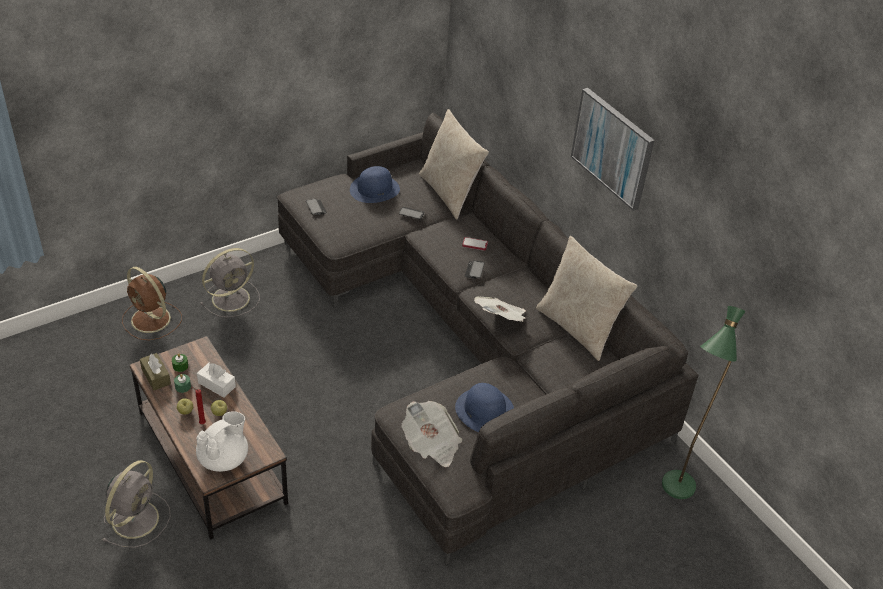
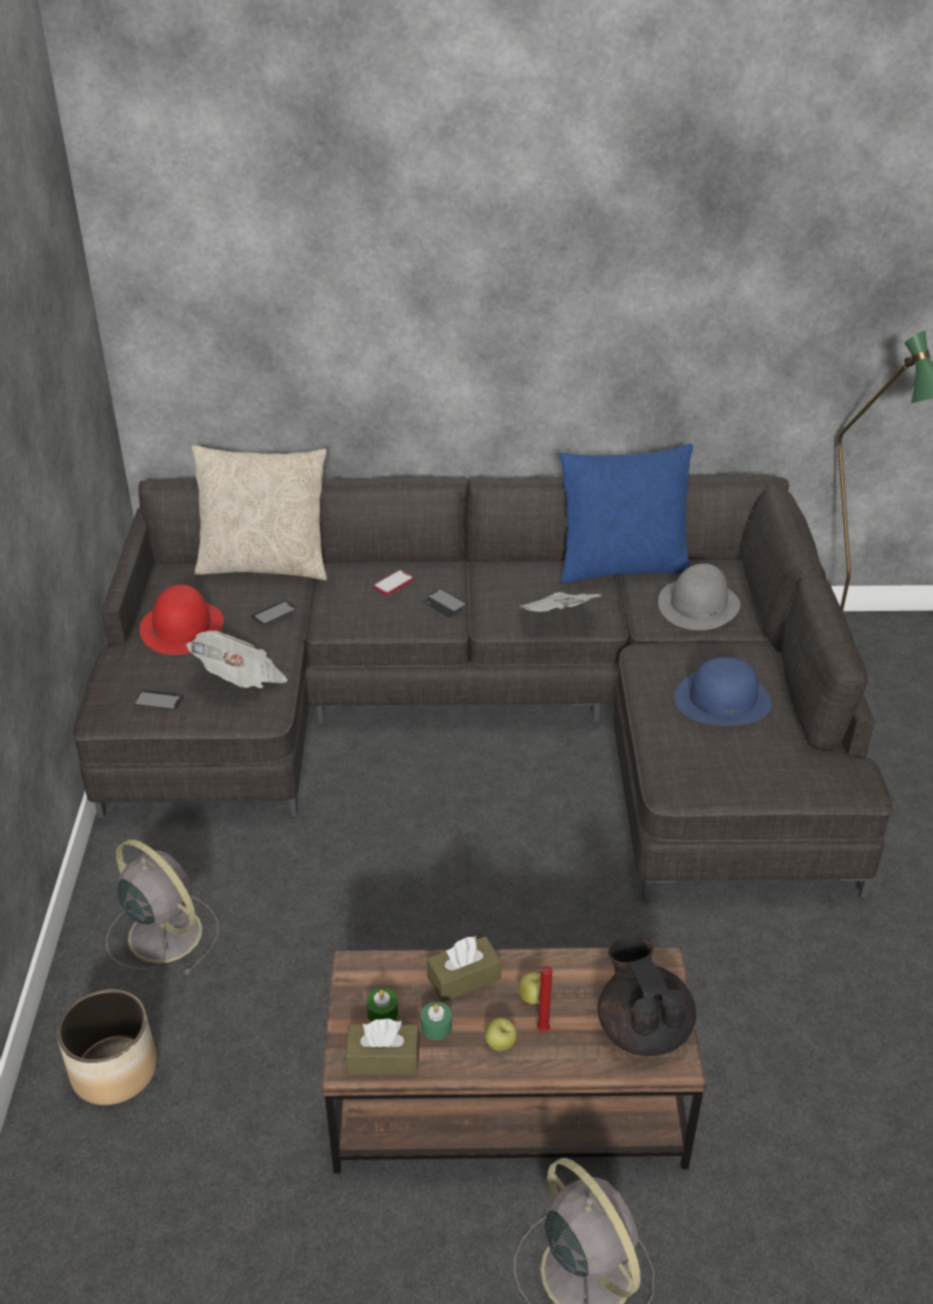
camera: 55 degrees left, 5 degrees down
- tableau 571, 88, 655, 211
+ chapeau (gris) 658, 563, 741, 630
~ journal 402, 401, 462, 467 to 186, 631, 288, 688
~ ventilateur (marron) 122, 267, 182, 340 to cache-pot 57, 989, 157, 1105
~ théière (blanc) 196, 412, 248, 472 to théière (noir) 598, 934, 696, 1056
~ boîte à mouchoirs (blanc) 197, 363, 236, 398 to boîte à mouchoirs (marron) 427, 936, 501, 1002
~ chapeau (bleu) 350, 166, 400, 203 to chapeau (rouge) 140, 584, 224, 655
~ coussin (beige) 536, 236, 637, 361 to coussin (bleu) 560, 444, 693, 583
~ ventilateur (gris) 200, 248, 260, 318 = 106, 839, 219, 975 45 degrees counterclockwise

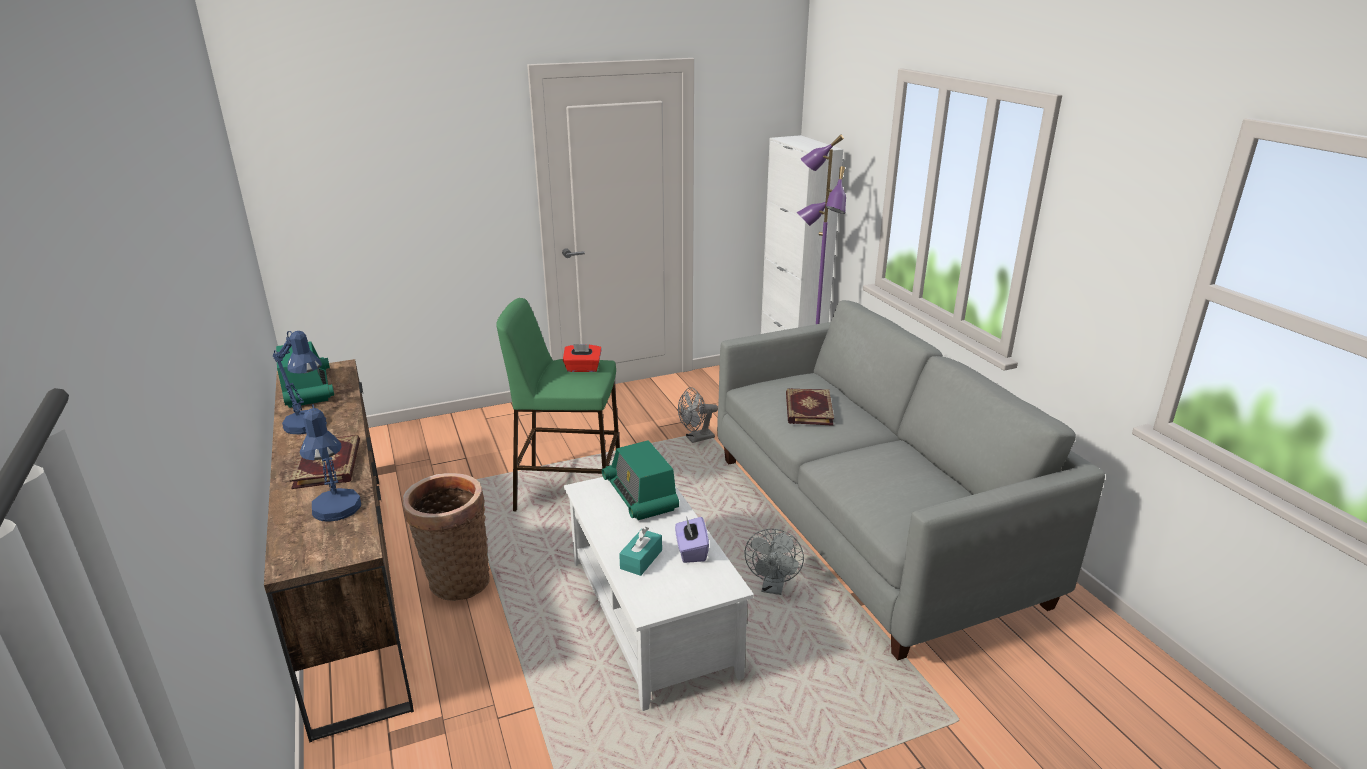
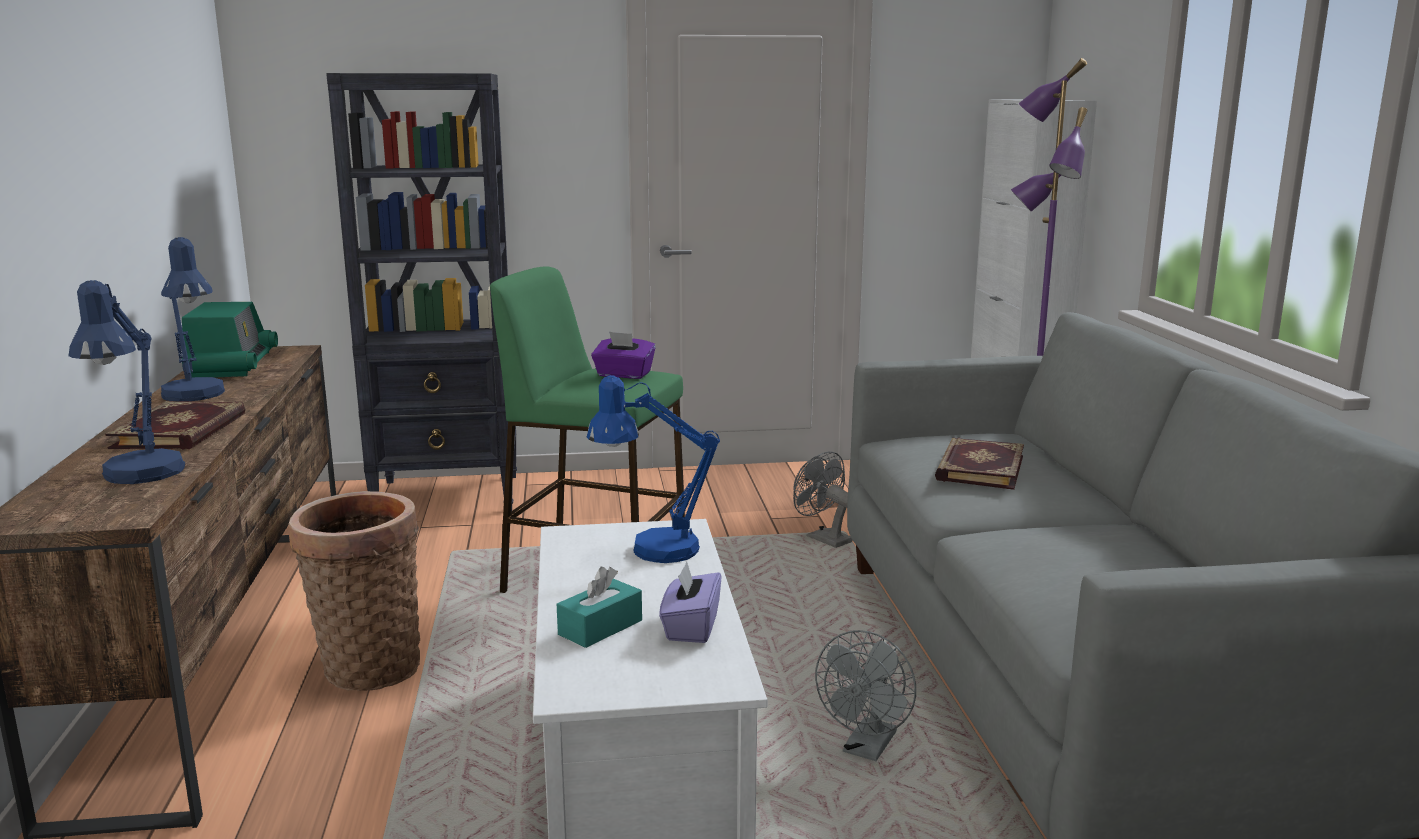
camera: 15 degrees right, 10 degrees down
+ bibliothèque (noir) 326, 73, 517, 511
~ radio 602, 440, 679, 520 to lampe de table (bleu) 587, 375, 720, 563
~ boîte à mouchoirs (rouge) 563, 344, 602, 372 to boîte à mouchoirs (violet) 591, 332, 656, 379
~ ventilateur (gris) 678, 387, 718, 443 = 793, 451, 852, 548 60 degrees clockwise

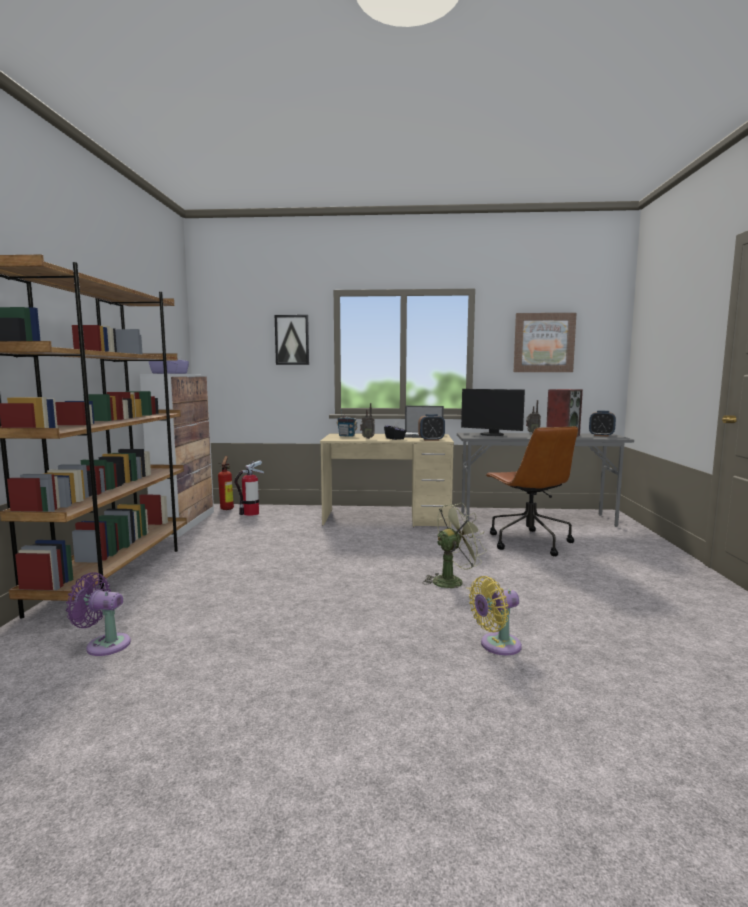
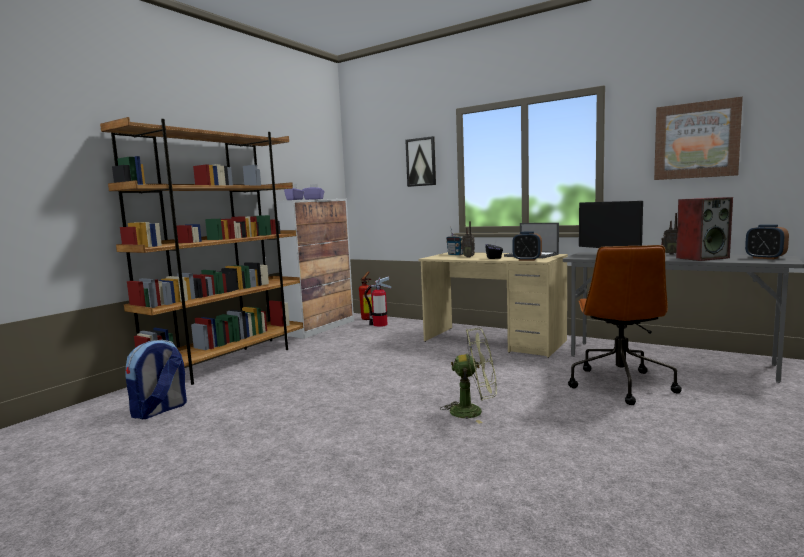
camera: 30 degrees right, 0 degrees up
- ventilateur (jaune) 469, 576, 522, 655
~ ventilateur (violet) 66, 572, 131, 656 to sac à dos 126, 340, 187, 420

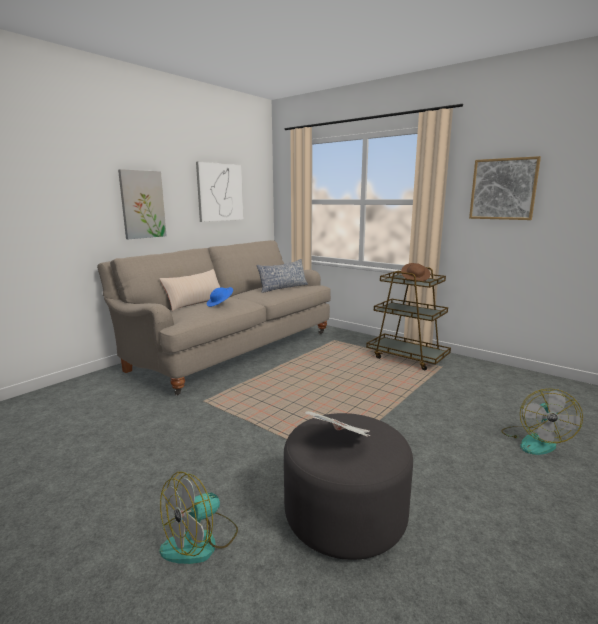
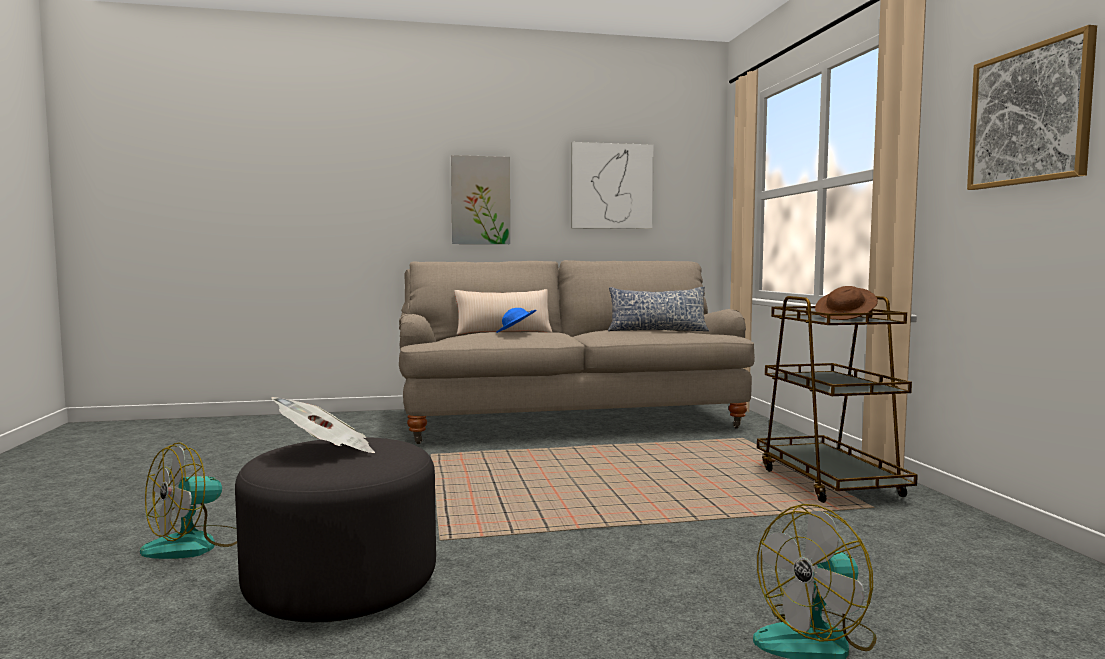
camera: 40 degrees right, 10 degrees down
~ ventilateur 160, 472, 238, 564 = 140, 442, 237, 559 45 degrees counterclockwise

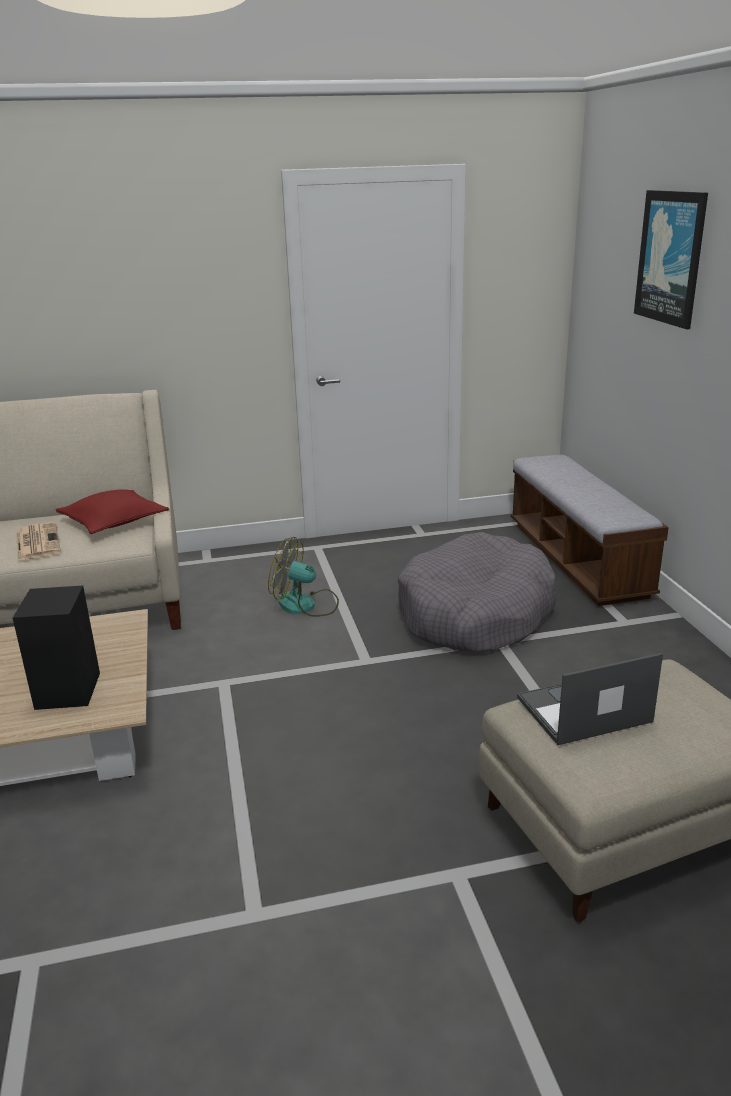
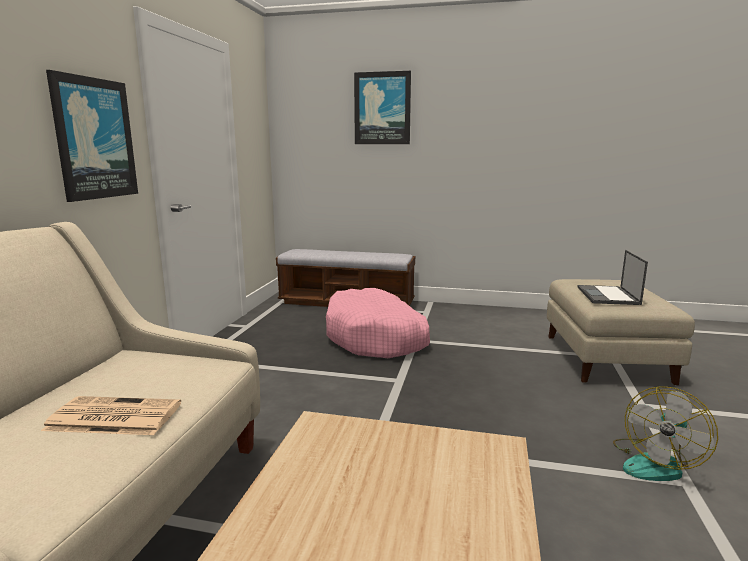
camera: 65 degrees left, 10 degrees down
- enceinte (noir) 13, 586, 100, 710
- coussin (rouge) 55, 490, 169, 534
+ tableau 46, 70, 138, 202
~ ventilateur 268, 537, 339, 617 to 613, 386, 718, 481
~ panier pour chien (gris) 398, 532, 557, 653 to panier pour chien (rose) 326, 288, 430, 358

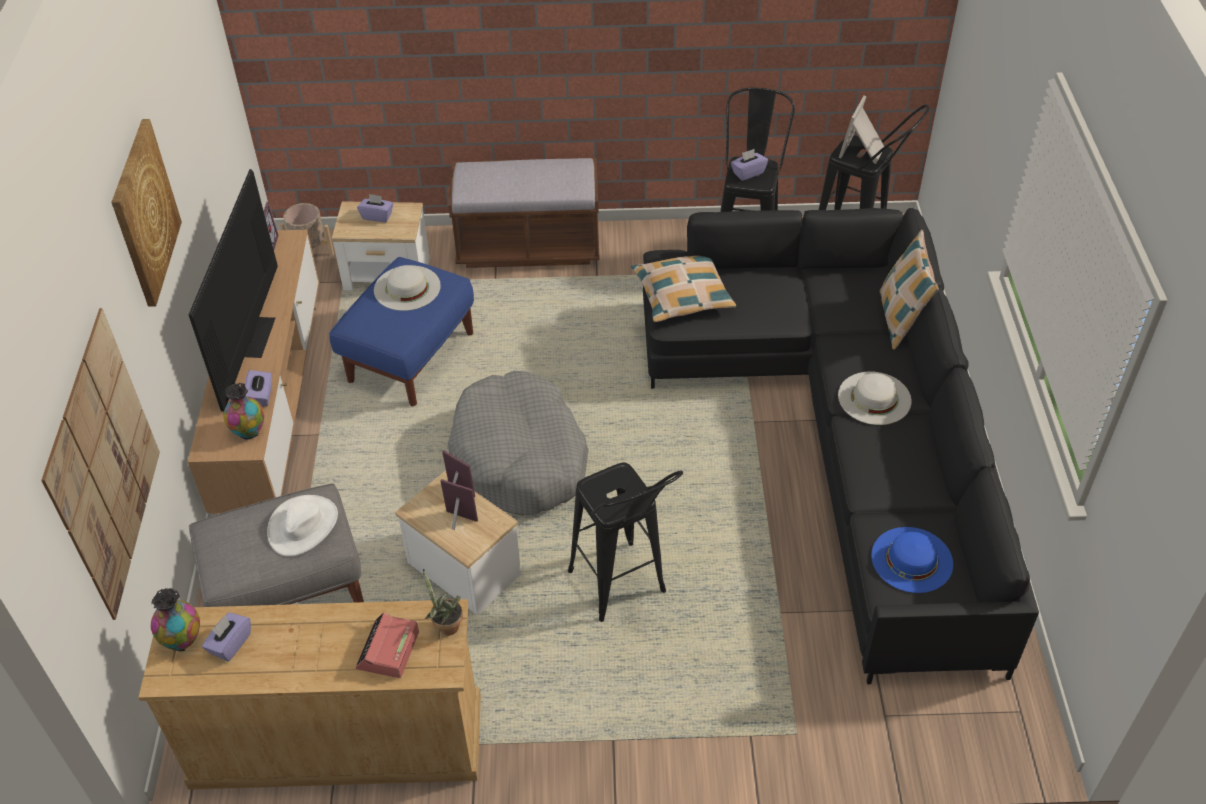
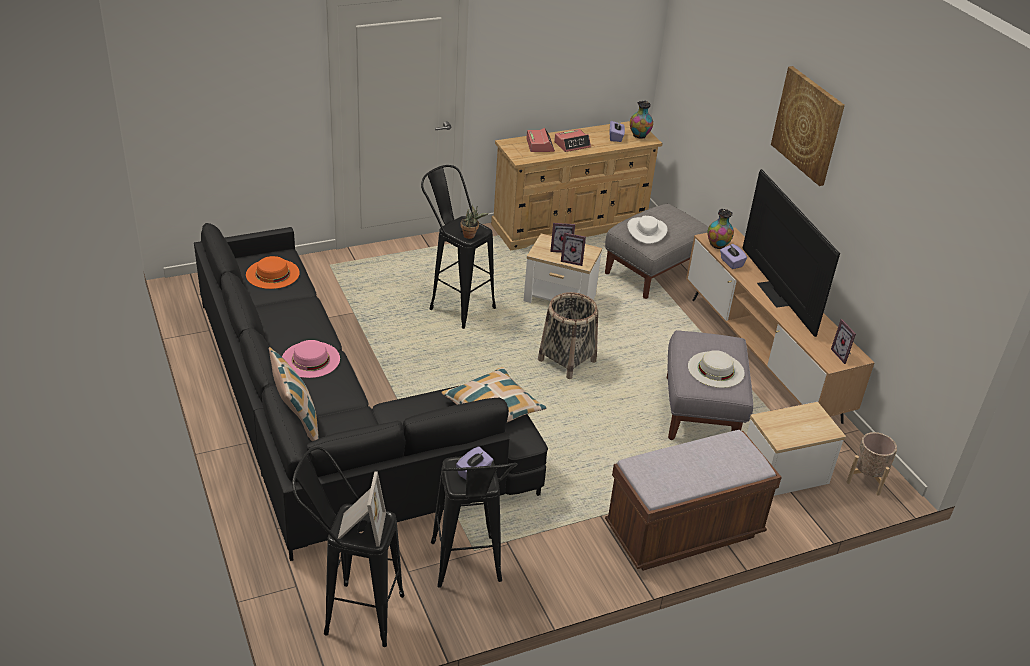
camera: 155 degrees right, 10 degrees down
- tableau 41, 308, 160, 620
- boîte à mouchoirs (violet) 357, 194, 393, 222
+ réveil 554, 129, 591, 152
~ plante en pot 423, 569, 463, 635 to 460, 205, 489, 239
~ panier pour chien (gris) 448, 371, 589, 516 to panier 538, 292, 598, 379
~ pouf (bleu) 329, 257, 474, 407 to pouf (gris) 667, 330, 753, 440
~ chapeau (blanc) 838, 372, 912, 425 to chapeau (rose) 282, 340, 340, 378
~ chapeau (bleu) 871, 527, 953, 593 to chapeau (orange) 246, 256, 300, 289

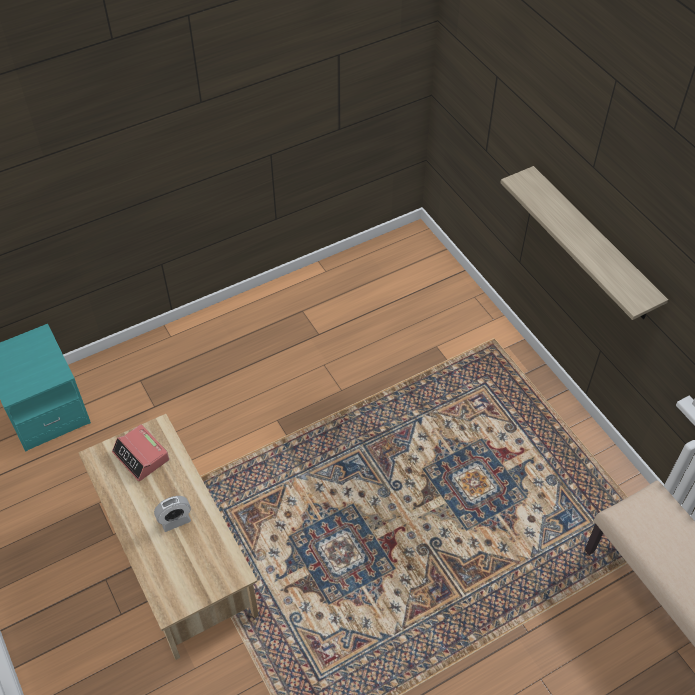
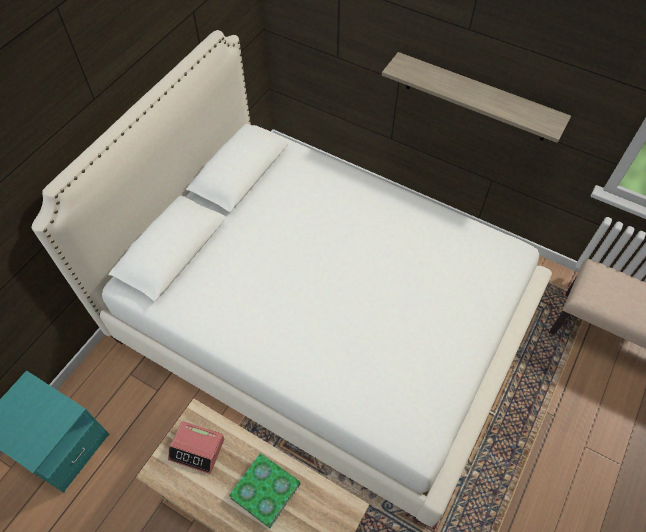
camera: 30 degrees left, 5 degrees up
+ lit (blanc) 31, 30, 552, 527
~ réveil 154, 496, 191, 532 to livre 229, 453, 300, 528

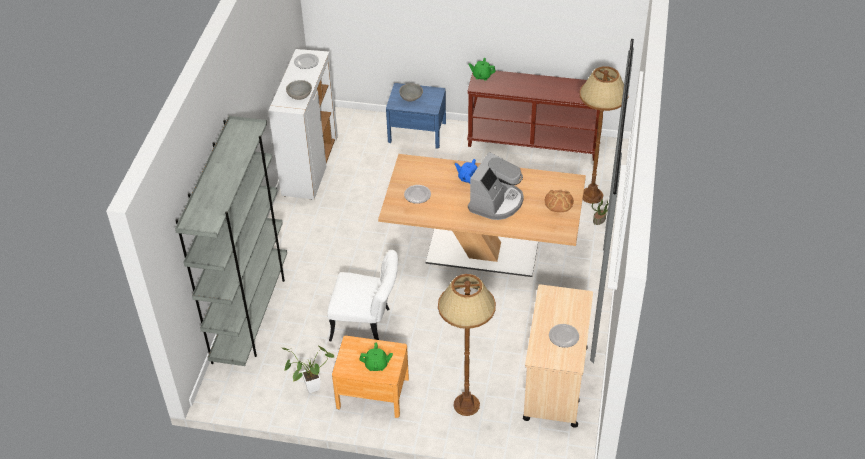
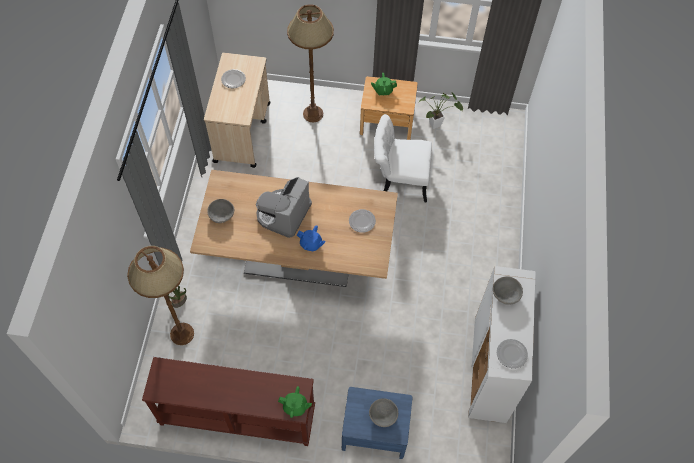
camera: 175 degrees right, 15 degrees up
- bibliothèque (gris) 175, 116, 287, 366
~ pain 545, 190, 574, 212 to bol (gris) 207, 199, 234, 223

